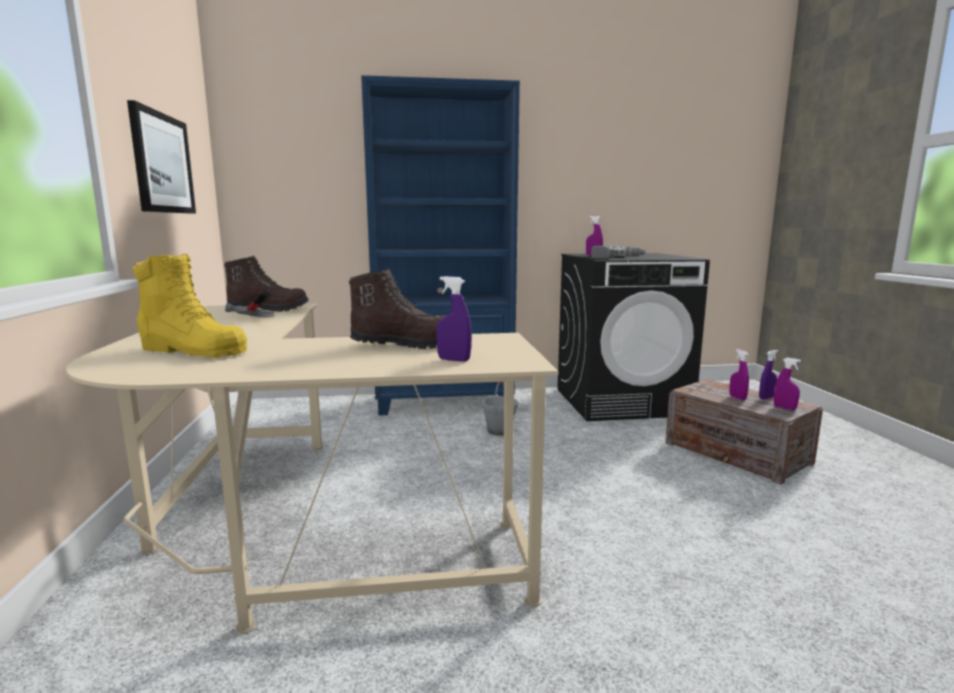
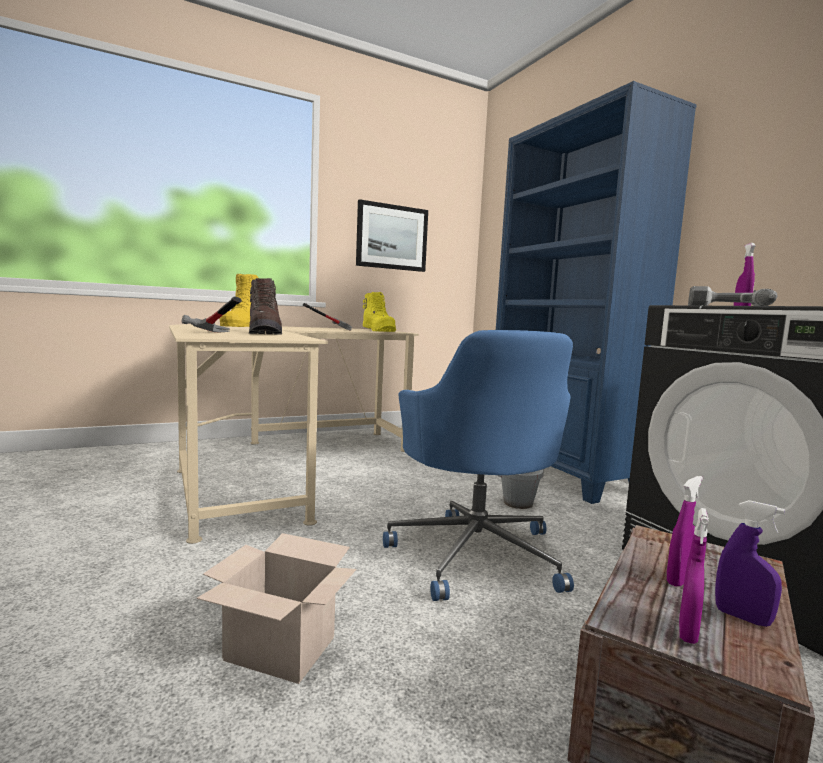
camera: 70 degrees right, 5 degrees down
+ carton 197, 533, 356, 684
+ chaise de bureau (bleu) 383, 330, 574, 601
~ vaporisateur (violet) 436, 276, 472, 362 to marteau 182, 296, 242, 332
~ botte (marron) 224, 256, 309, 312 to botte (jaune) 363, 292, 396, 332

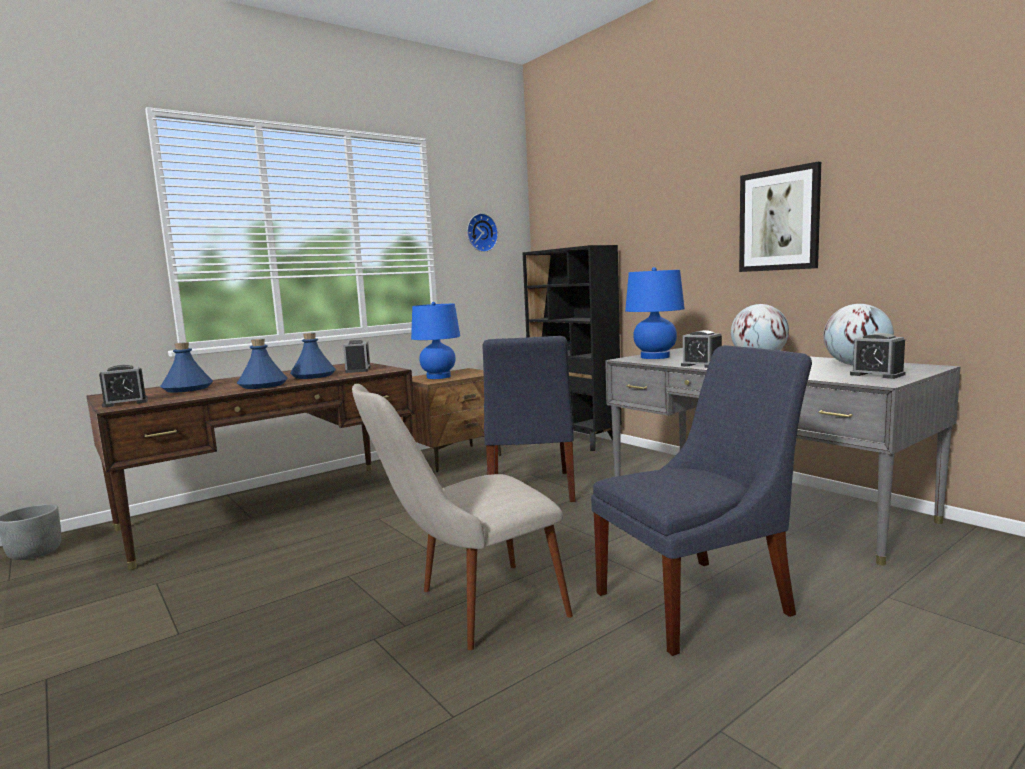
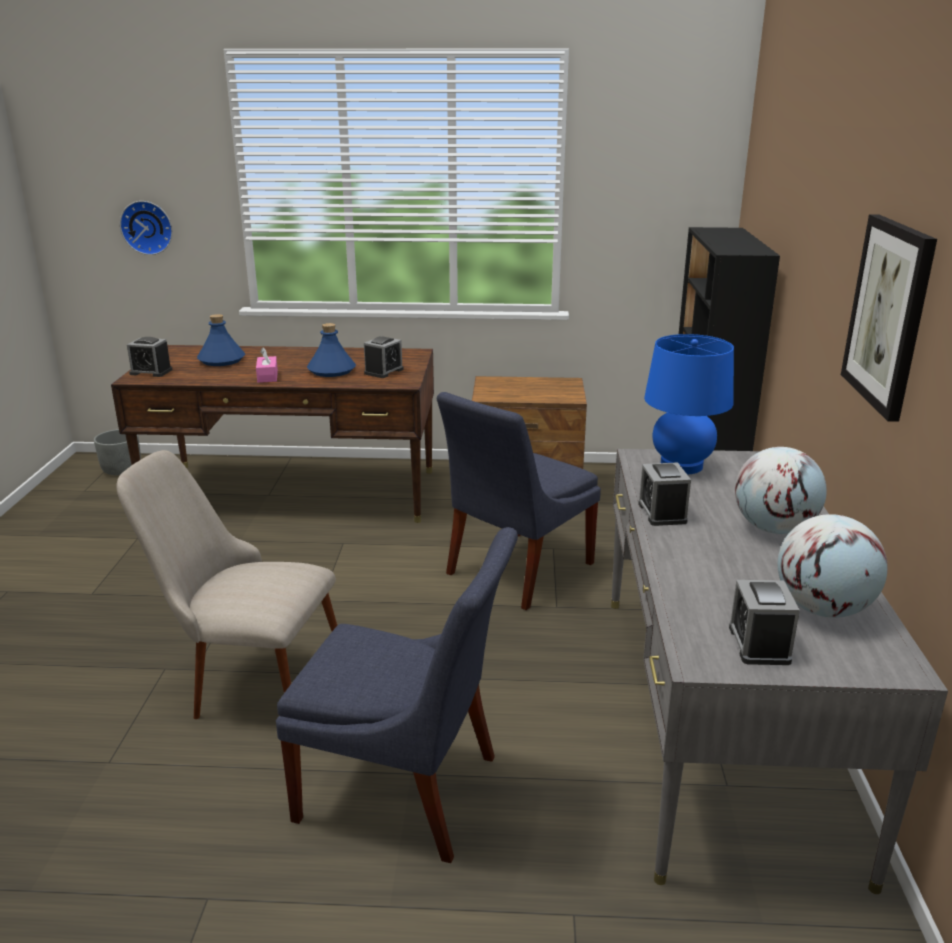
camera: 40 degrees right, 15 degrees up
- lampe de table (bleu) 411, 302, 460, 379
~ horloge murale 467, 213, 498, 252 to 120, 201, 173, 255
~ bouteille (bleu) 237, 339, 288, 389 to boîte à mouchoirs (rose) 256, 347, 278, 383

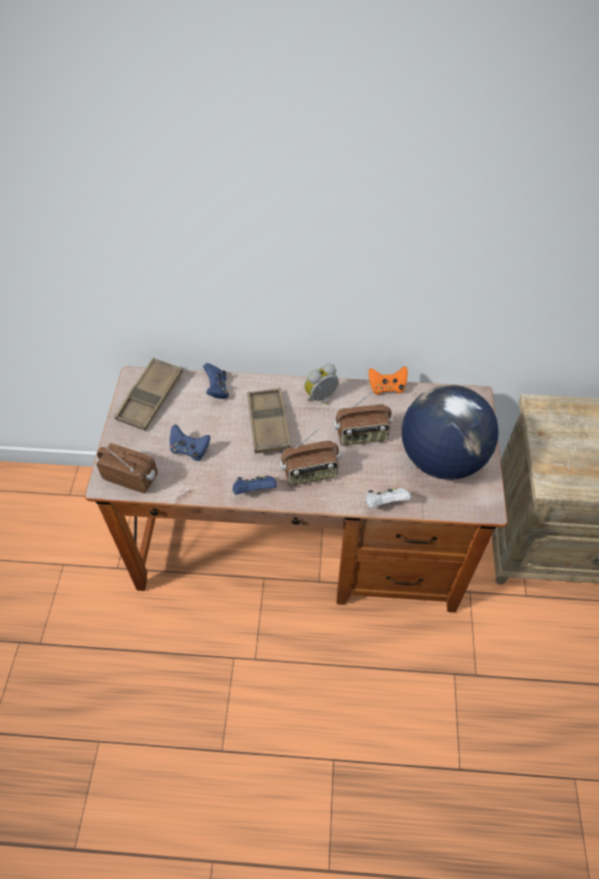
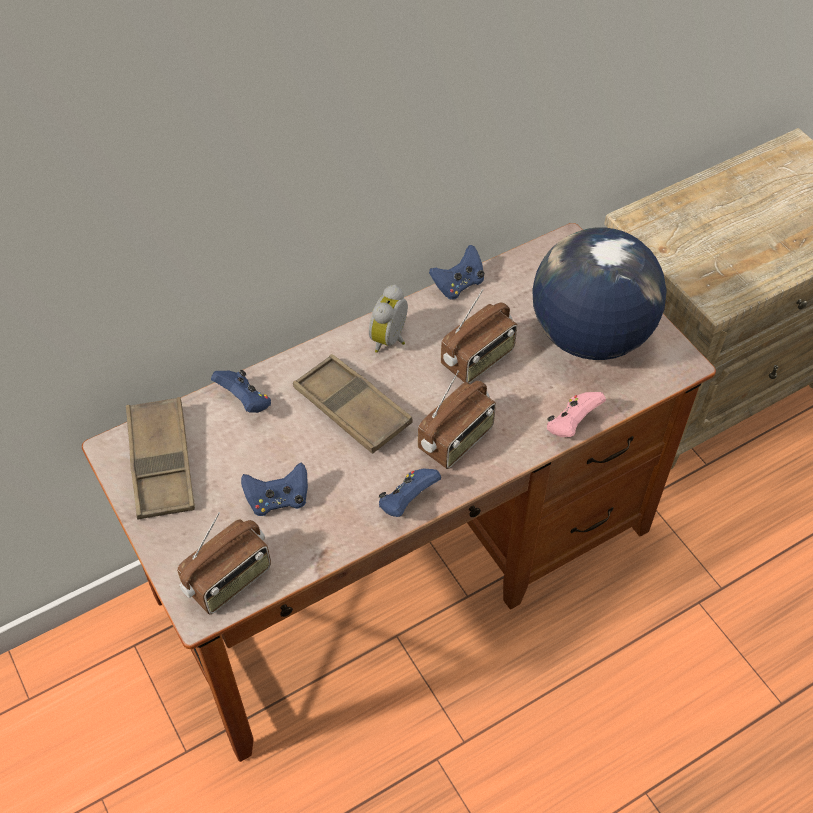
camera: 35 degrees left, 0 degrees up
~ manette (blanc) 366, 487, 411, 509 to manette (rose) 547, 392, 606, 437
~ manette (orange) 369, 366, 408, 394 to manette (bleu) 429, 245, 484, 300
~ radio 96, 443, 158, 493 = 177, 512, 271, 614 150 degrees clockwise

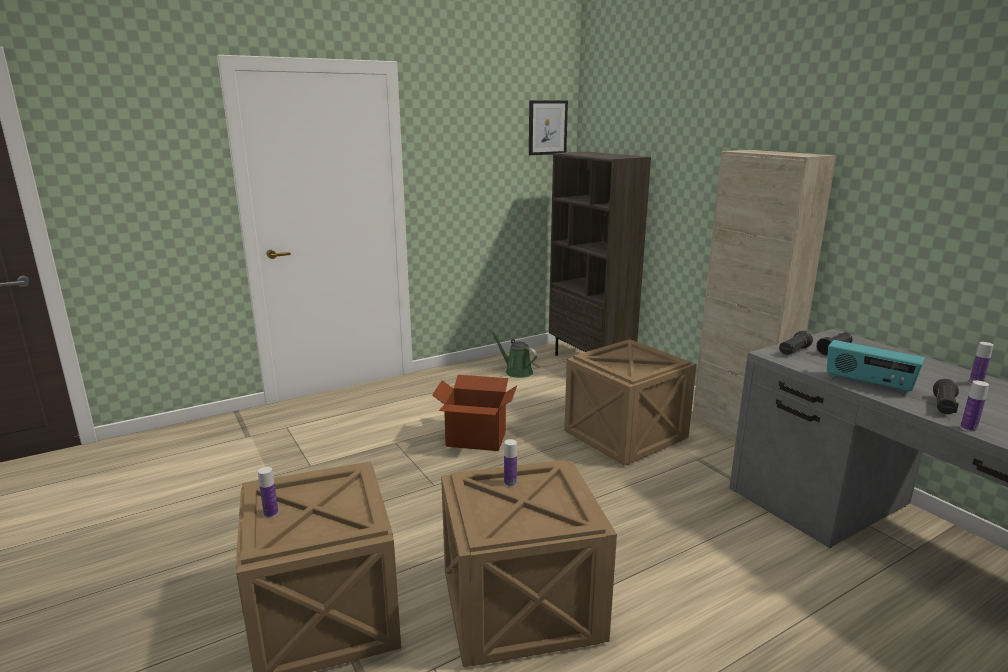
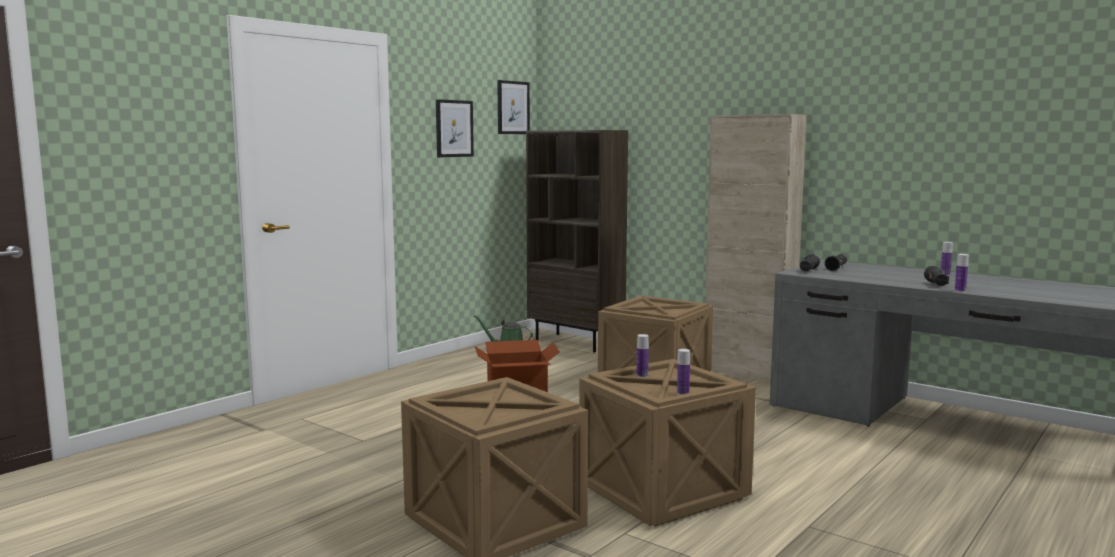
camera: 20 degrees left, 10 degrees down
- radio 827, 340, 925, 395
+ tableau 436, 99, 474, 157
~ bouteille 258, 467, 278, 518 to 677, 349, 690, 395

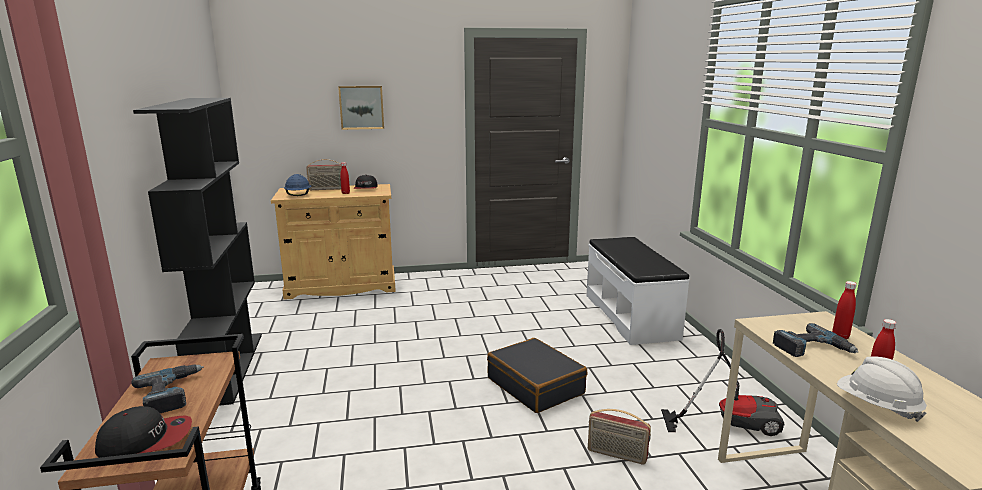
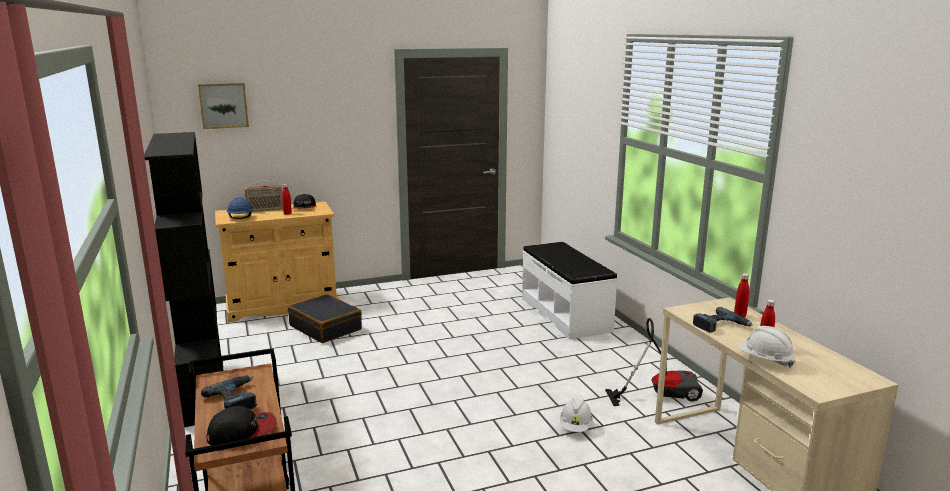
camera: 10 degrees left, 0 degrees up
~ tableau 338, 86, 384, 130 to 198, 83, 249, 129
~ valise (noir) 487, 338, 588, 413 to 288, 294, 362, 343
~ radio 588, 409, 651, 465 to casque de chantier (blanc) 560, 399, 593, 432

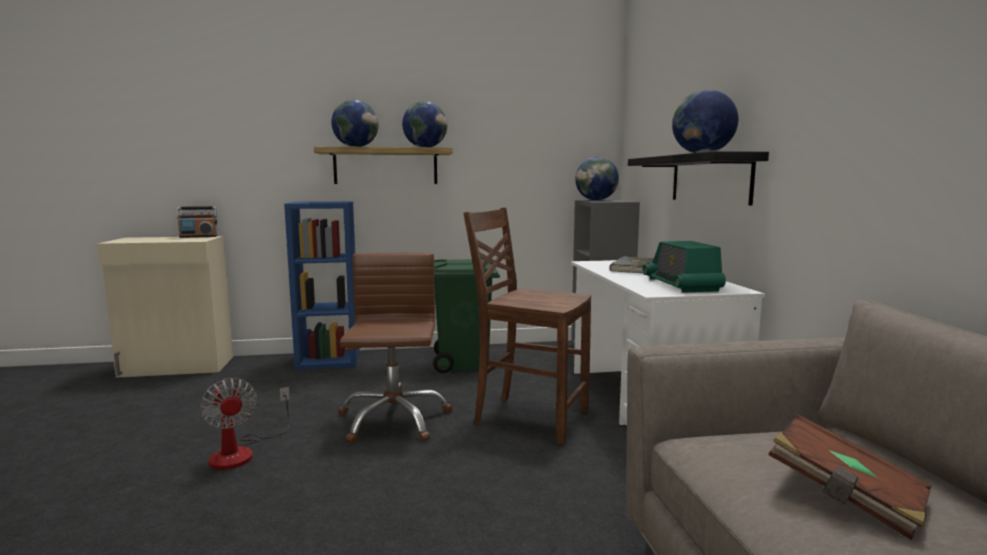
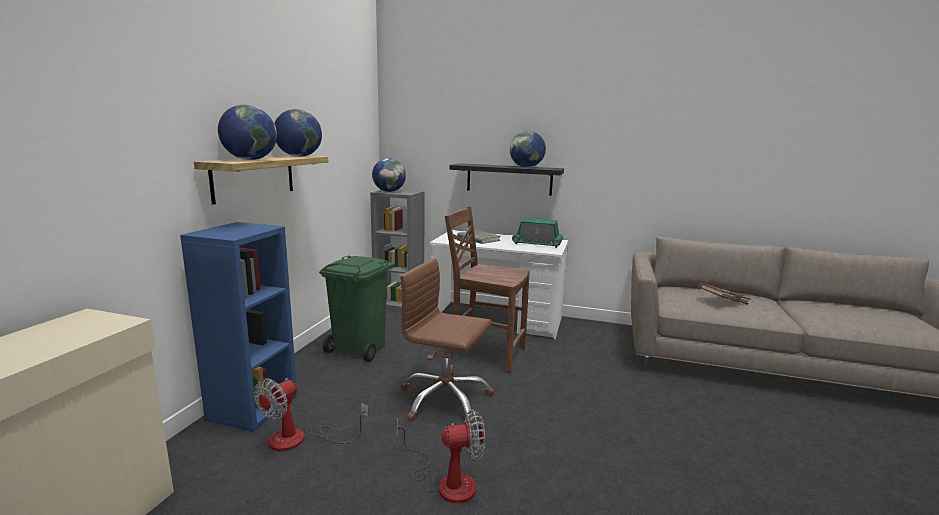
camera: 65 degrees left, 5 degrees up
- radio 176, 206, 217, 238
+ ventilateur 254, 378, 368, 451
~ chaise (marron) 463, 208, 591, 445 = 445, 207, 530, 373 60 degrees clockwise

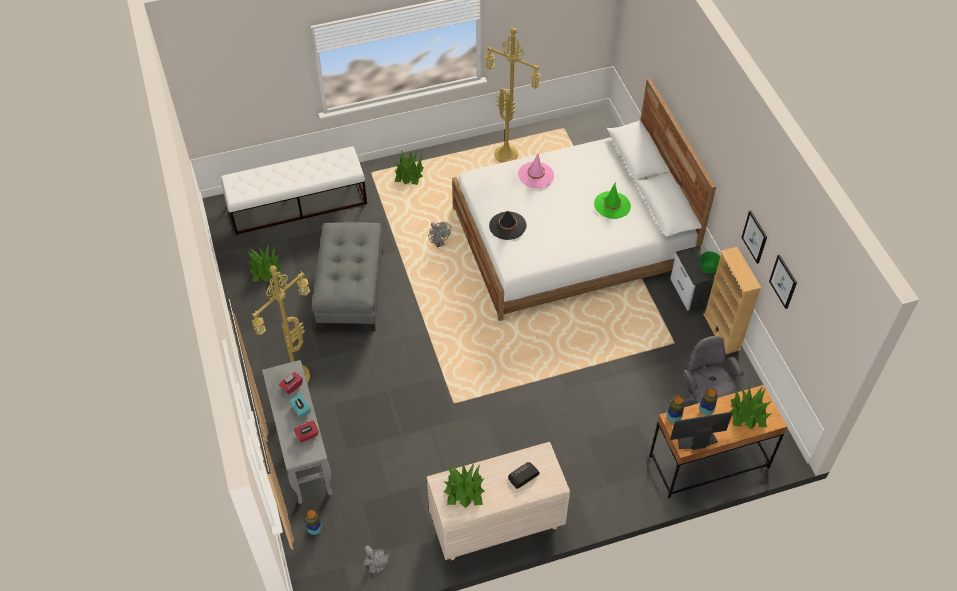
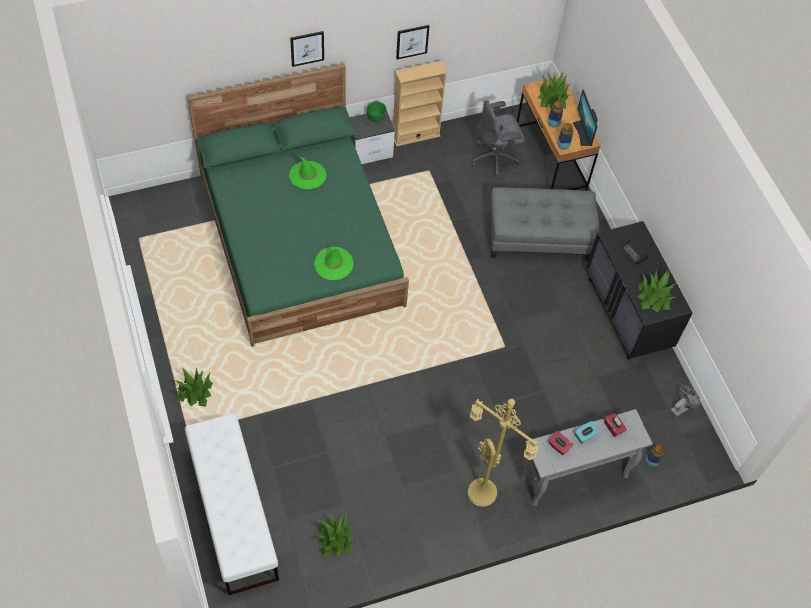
camera: 95 degrees left, 5 degrees up
- ventilateur (gris) 428, 222, 451, 248
- lampadaire (jaune) 485, 28, 540, 163
- chapeau (rose) 518, 152, 554, 188
~ pouf (gris) 312, 222, 383, 331 to 490, 187, 600, 262
~ tableau 769, 255, 797, 309 to 290, 31, 324, 67
~ commode (beige) 427, 442, 570, 560 to commode (noir) 586, 221, 692, 360
~ lit (blanc) 452, 78, 716, 321 to lit (vert) 187, 64, 409, 347
~ chapeau (noir) 489, 211, 527, 240 to chapeau (vert) 314, 247, 353, 280

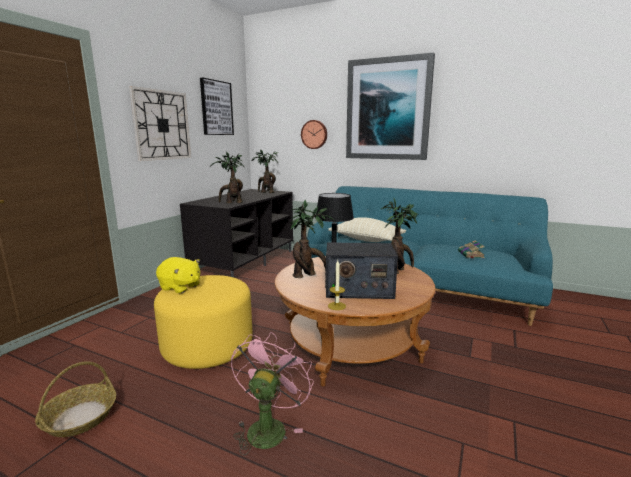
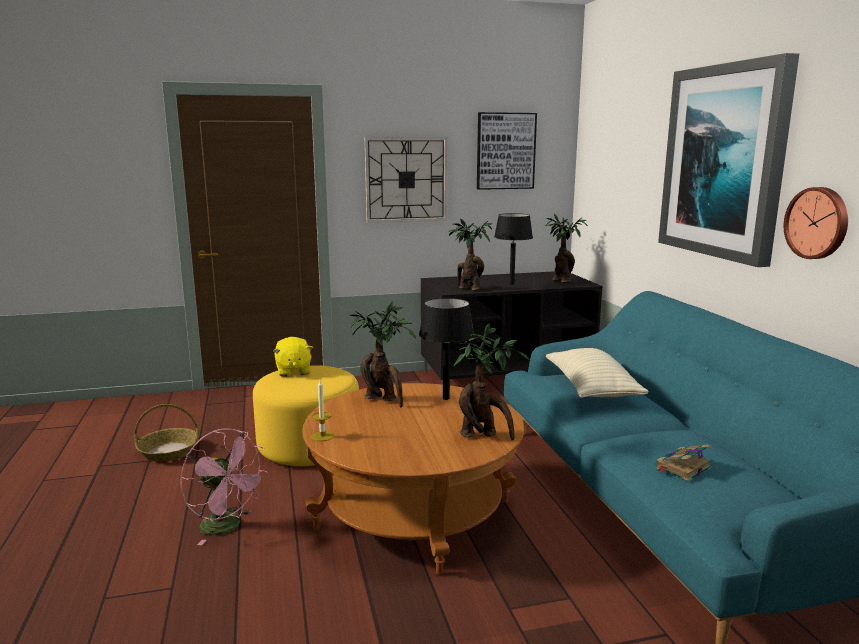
camera: 50 degrees right, 0 degrees up
- radio 325, 242, 398, 299
+ lampe de table (noir) 494, 213, 533, 285
~ horloge murale 301, 120, 327, 149 to 784, 187, 848, 259
~ ventilateur (rose) 231, 332, 314, 456 = 180, 428, 268, 545 60 degrees clockwise

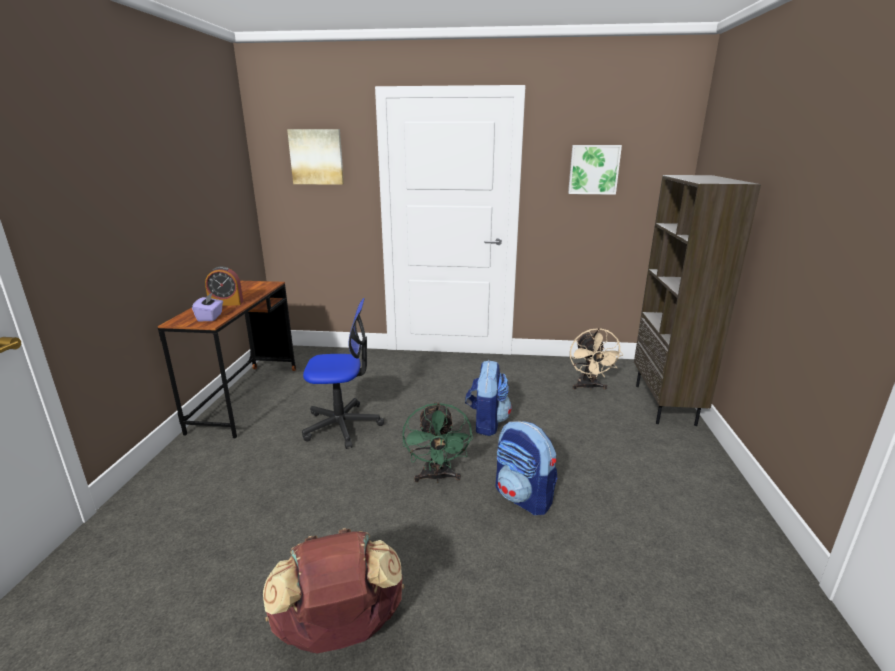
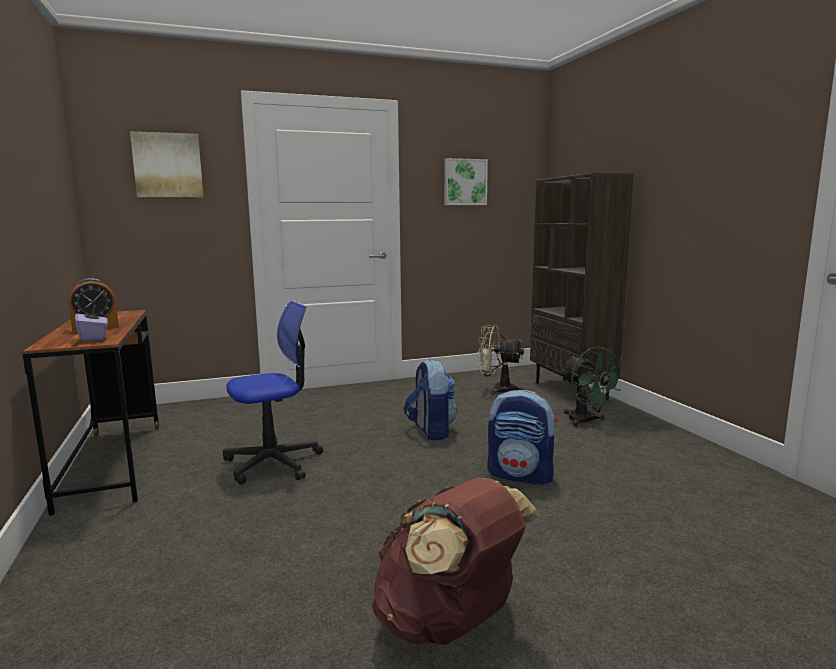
camera: 25 degrees left, 10 degrees down
~ ventilateur (vert) 402, 402, 473, 483 to 561, 346, 625, 427
~ ventilateur (beige) 570, 328, 623, 390 = 477, 325, 524, 395 135 degrees clockwise

